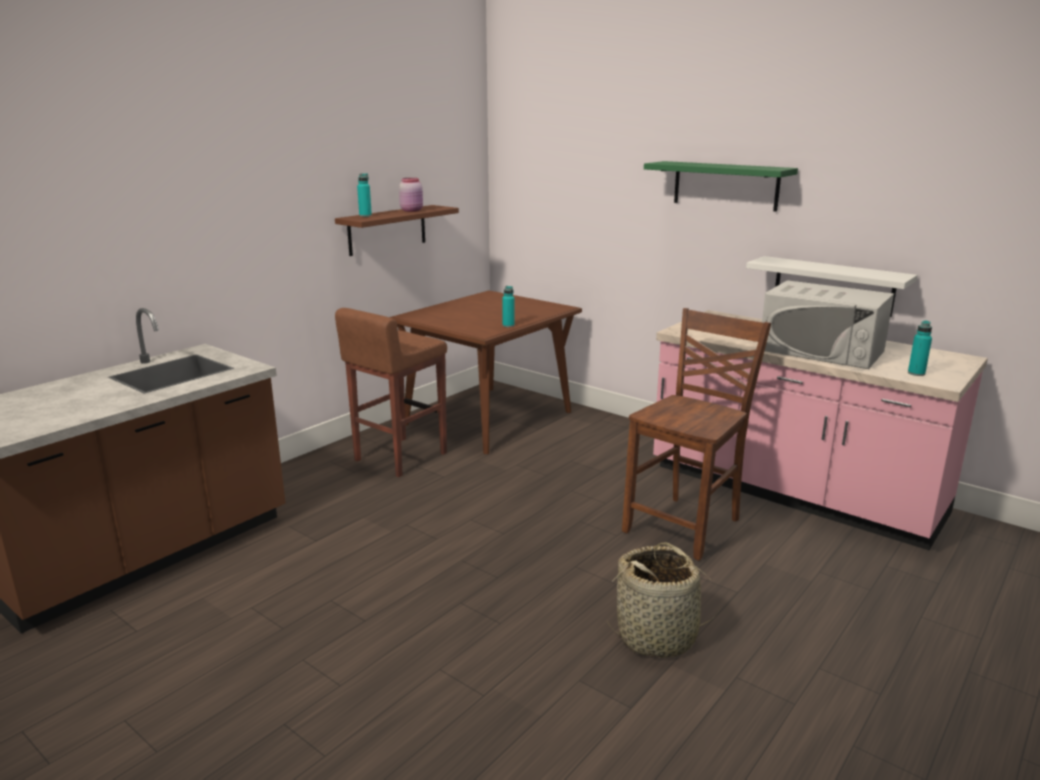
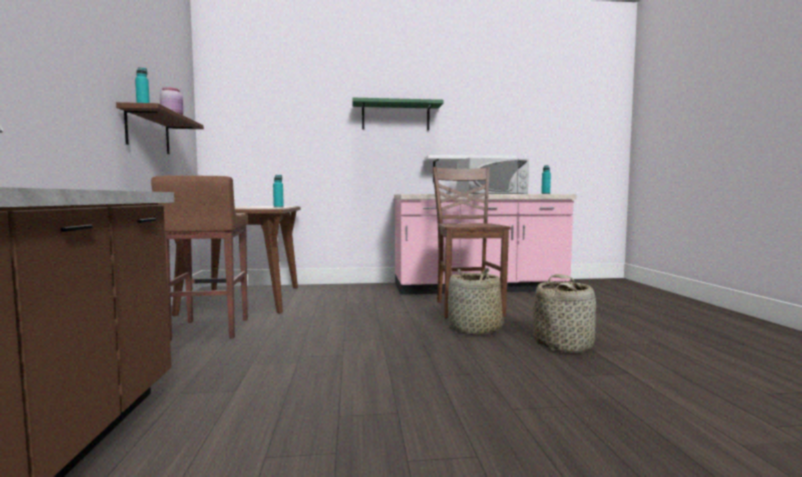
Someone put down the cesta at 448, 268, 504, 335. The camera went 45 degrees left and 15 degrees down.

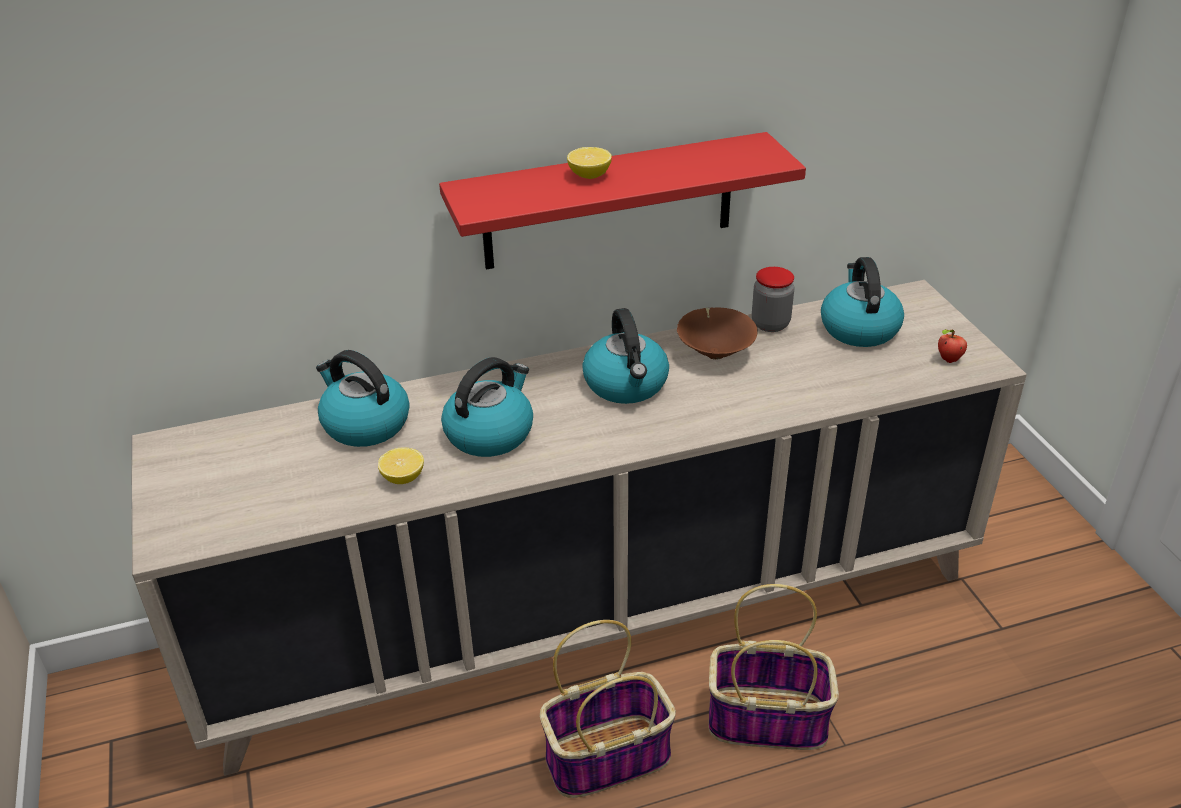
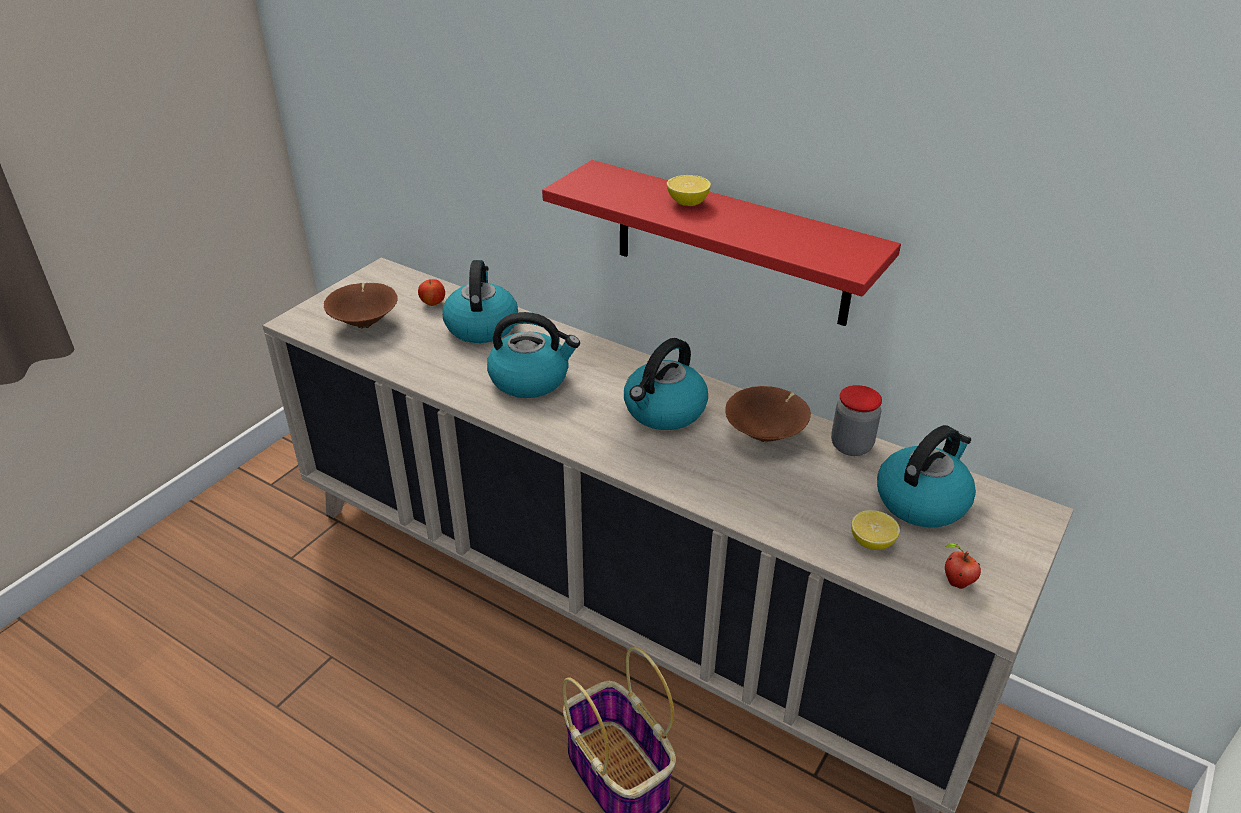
Someone took away the cesta at 540, 620, 676, 798. Someone put down the cuenco/marrón at 324, 283, 398, 328. Someone put down the manzana at 418, 279, 445, 306. Someone carried the limón from 378, 447, 424, 484 to 851, 510, 900, 550. The camera went 50 degrees right and 0 degrees up.

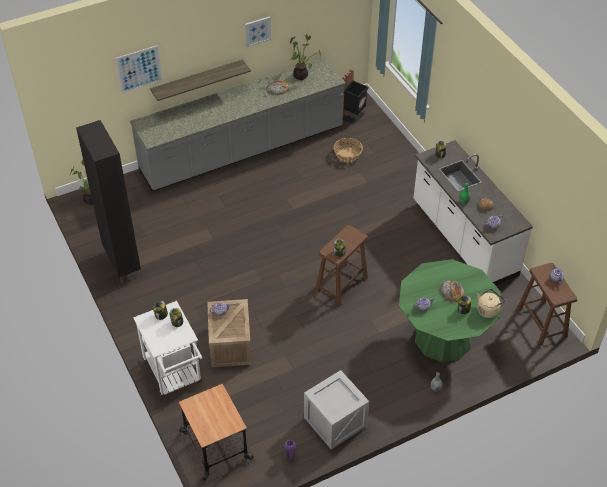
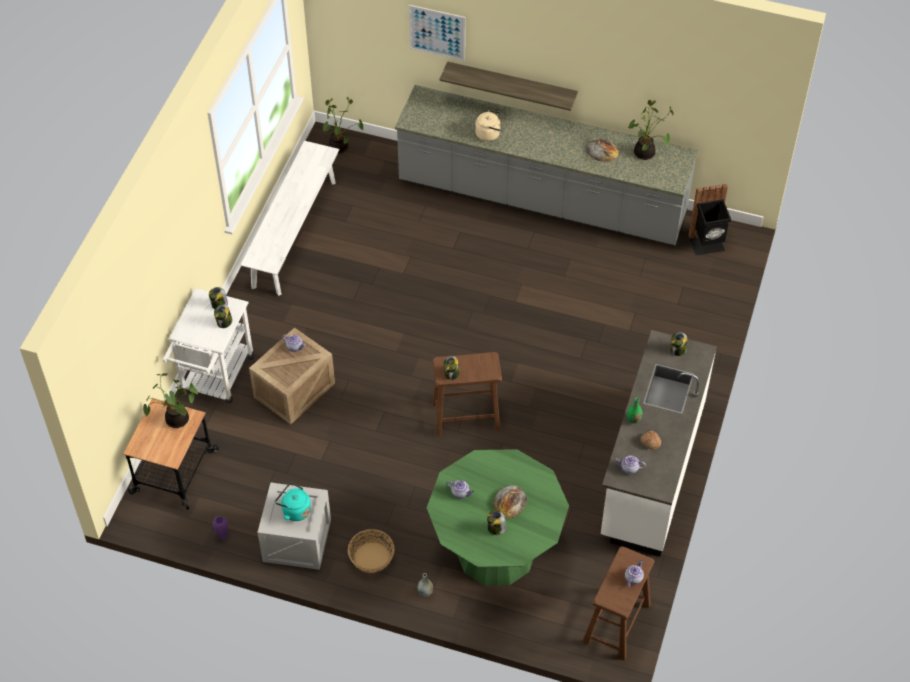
Someone took away the cuadro at 245, 16, 271, 47. Someone put down the planta en maceta at 143, 373, 198, 428. Someone put down the hervidor/turquesa at 275, 483, 311, 521. Someone carried the cesta from 334, 138, 363, 163 to 348, 529, 395, 573. Someone carried the hervidor/beis from 477, 289, 506, 318 to 475, 110, 503, 141. Someone swapped the armario/negro at 76, 120, 141, 283 for the banco/blanco at 240, 141, 339, 296. The camera went 45 degrees right and 5 degrees up.

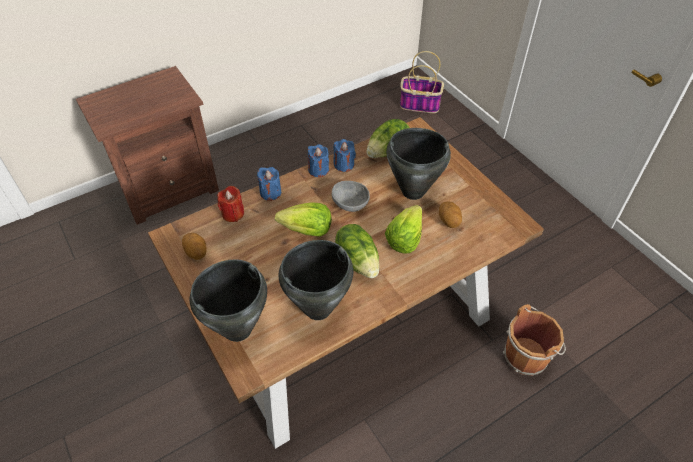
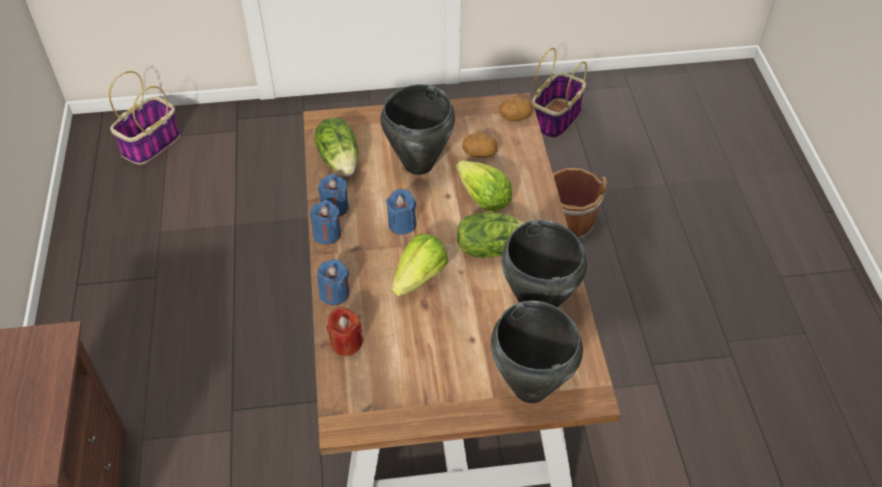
Someone put down the cesta at 532, 48, 587, 139. Someone carried the patata from 182, 233, 207, 260 to 499, 96, 533, 121. Someone swapped the cuenco/gris at 332, 181, 370, 212 for the vela/azul at 386, 189, 416, 235. The camera went 65 degrees left and 0 degrees up.

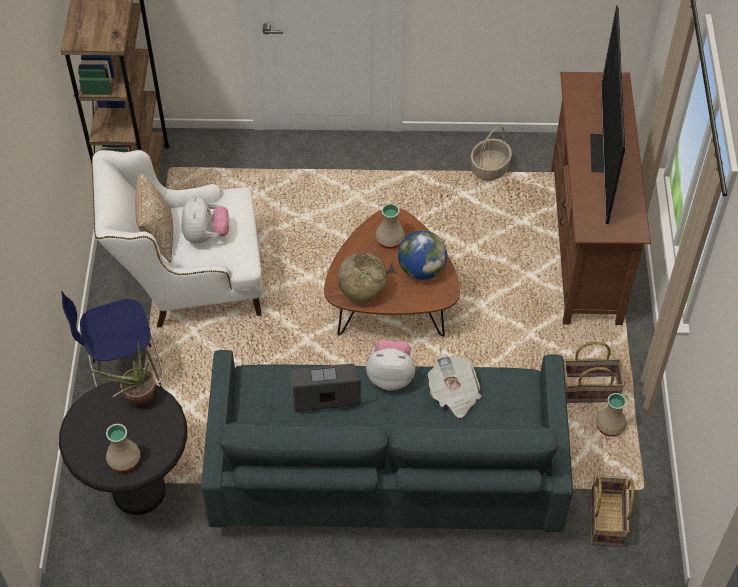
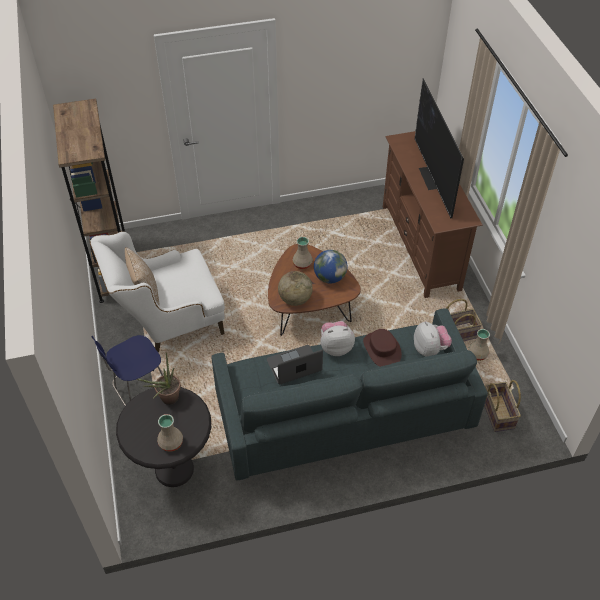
Someone took away the cesta at 471, 126, 512, 181. Someone carried the peluche from 181, 196, 229, 243 to 414, 321, 452, 357. Someone swapped the periódico at 428, 354, 482, 418 for the sombrero/marrón at 363, 329, 402, 367. The camera went 15 degrees left and 5 degrees down.

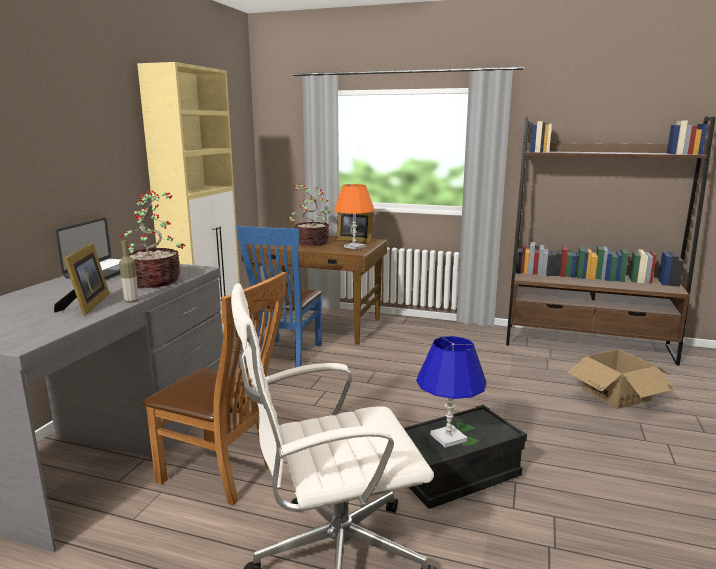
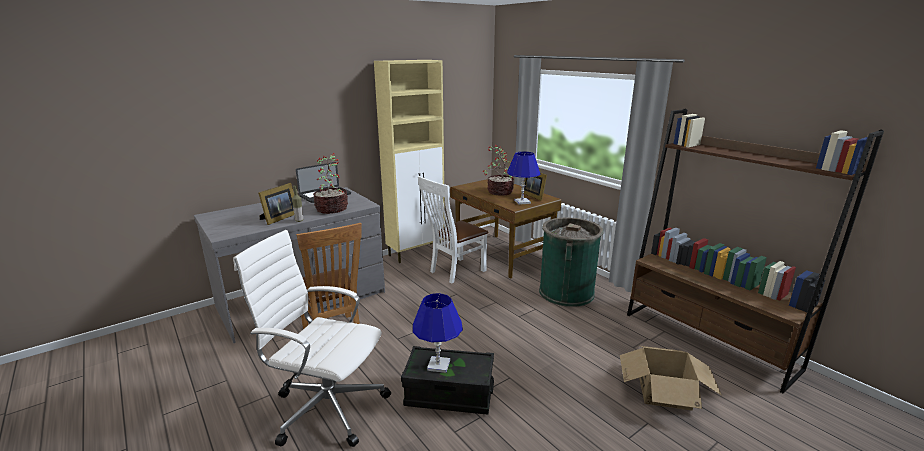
Someone put down the papelera/verde at 539, 217, 604, 307. Someone repainted the silla/azul at 236, 226, 322, 367, which became the silla/blanco at 418, 176, 489, 284. Someone repainted the lámpara de mesa/naranja at 334, 184, 375, 250, which became the lámpara de mesa/azul at 507, 152, 541, 205. The camera went 35 degrees right and 5 degrees up.

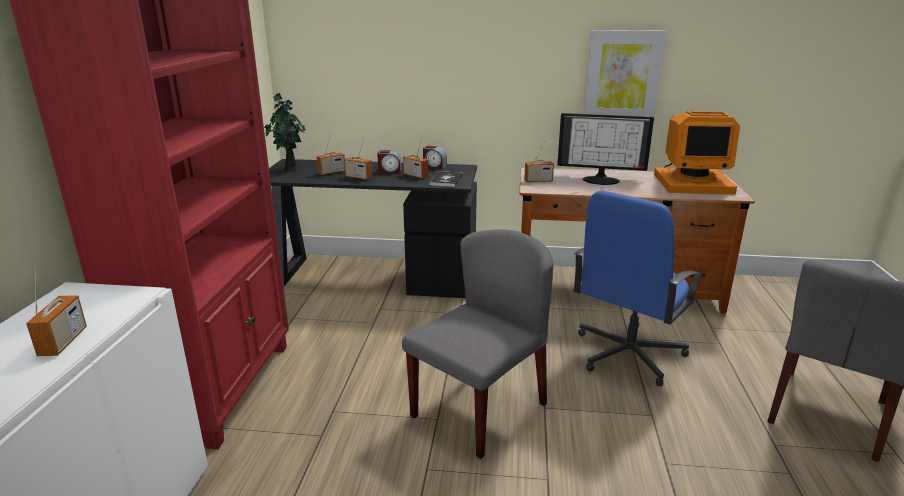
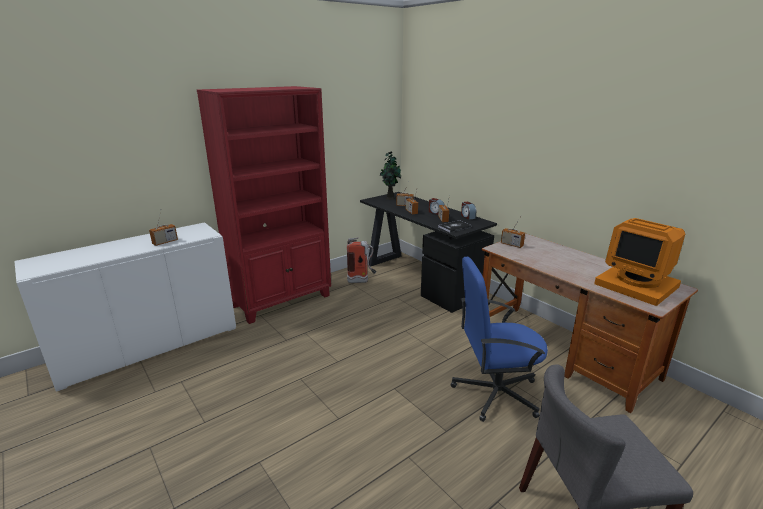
Someone took away the silla/gris at 402, 229, 554, 459. Someone took away the monitor at 557, 113, 654, 185. Someone took away the cuadro at 584, 30, 666, 121. Someone put down the extintor at 347, 237, 377, 283. The camera went 45 degrees right and 0 degrees up.

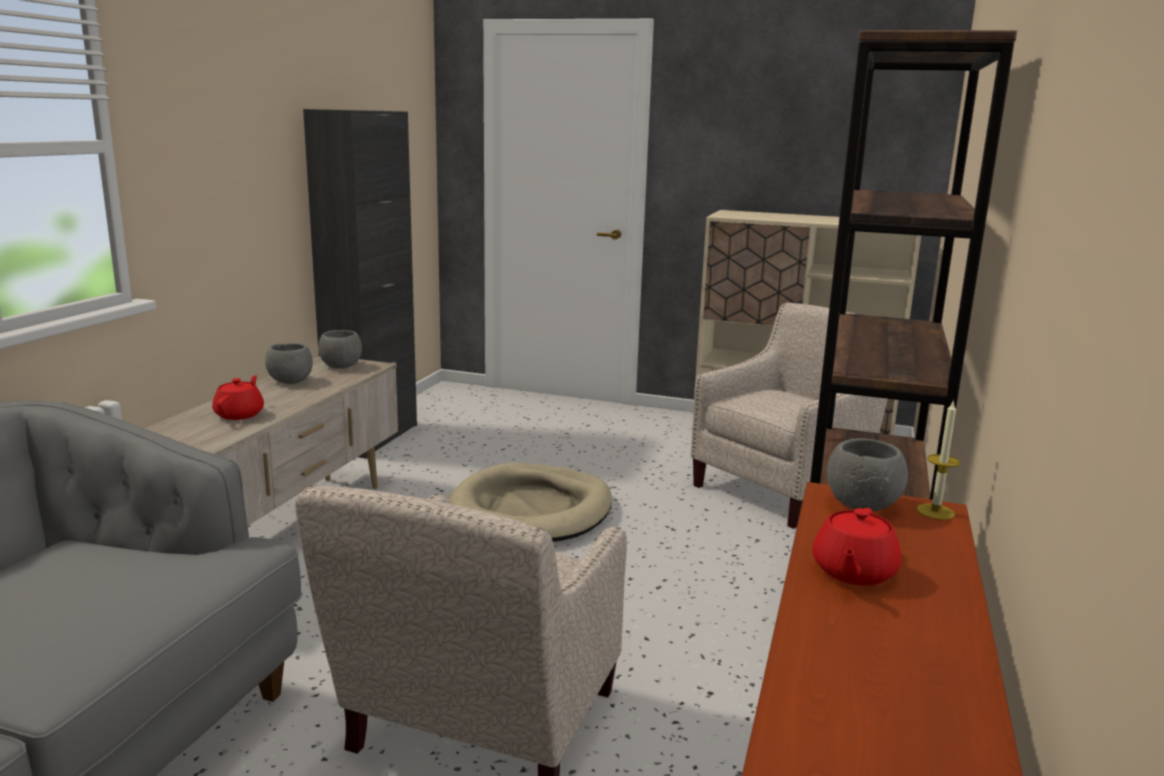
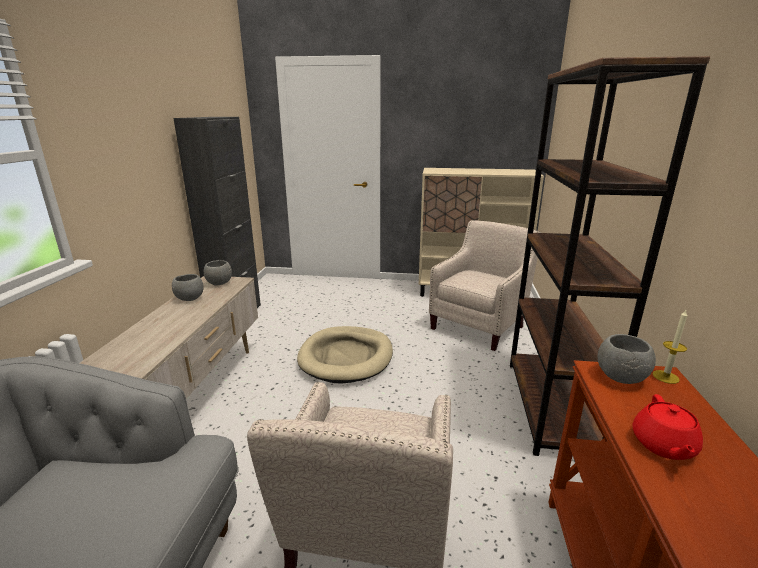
Someone took away the tetera/rojo at 212, 375, 264, 420. The camera went 10 degrees left and 5 degrees up.

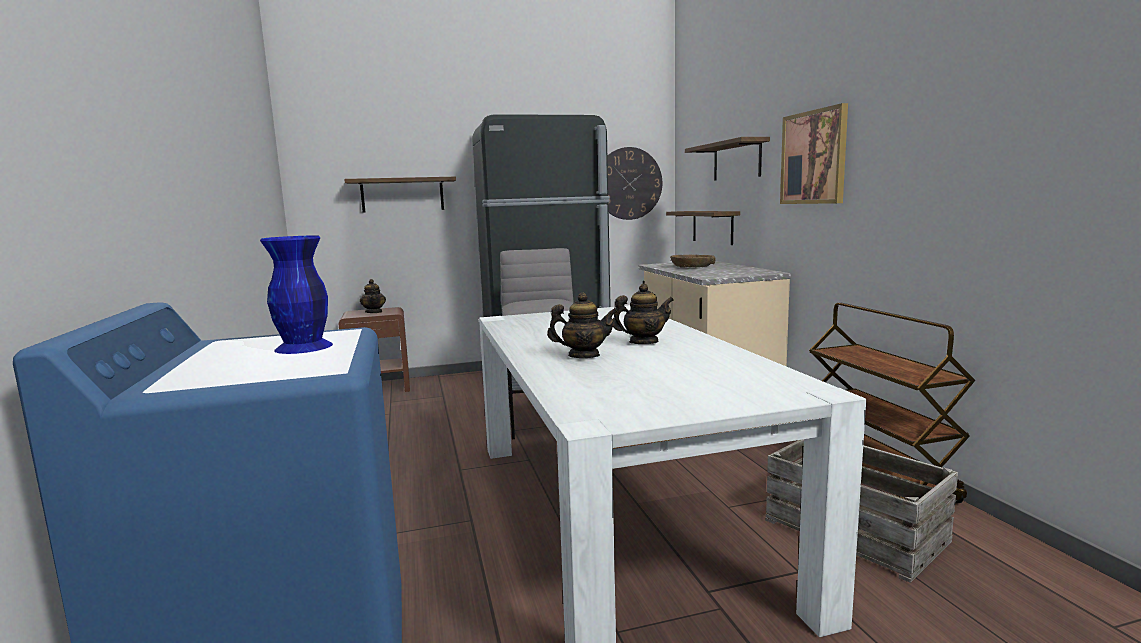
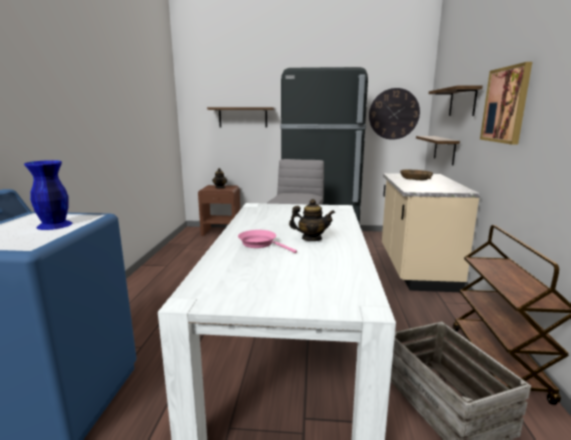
Someone swapped the tetera at 547, 292, 618, 358 for the sartén/rosa at 238, 230, 297, 253. The camera went 20 degrees right and 5 degrees up.

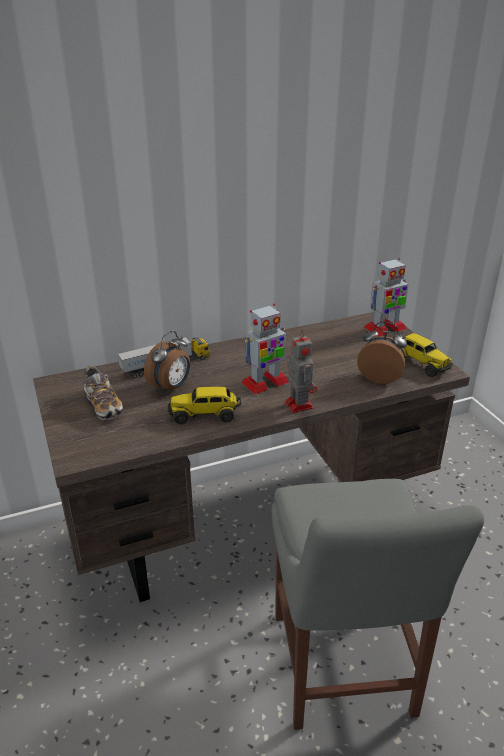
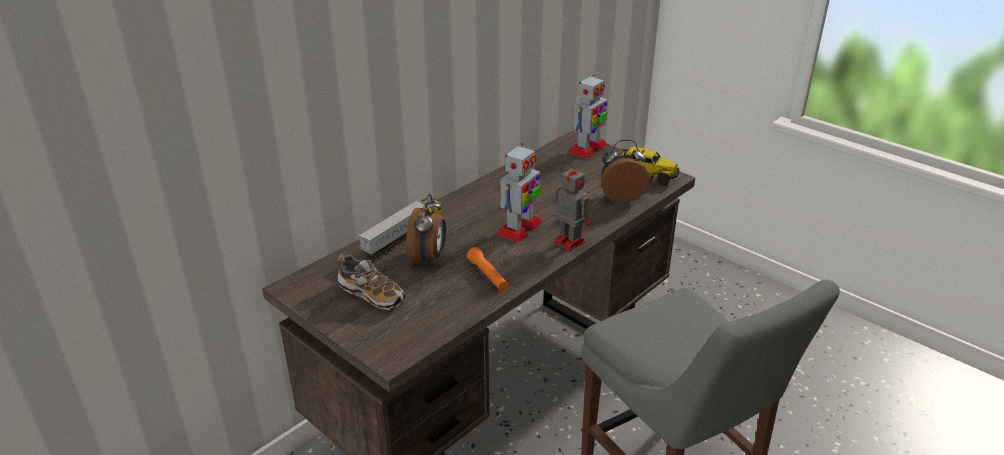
Someone swapped the camión de juguete at 167, 386, 241, 424 for the linterna/naranja at 467, 247, 509, 291. The camera went 25 degrees left and 0 degrees up.

